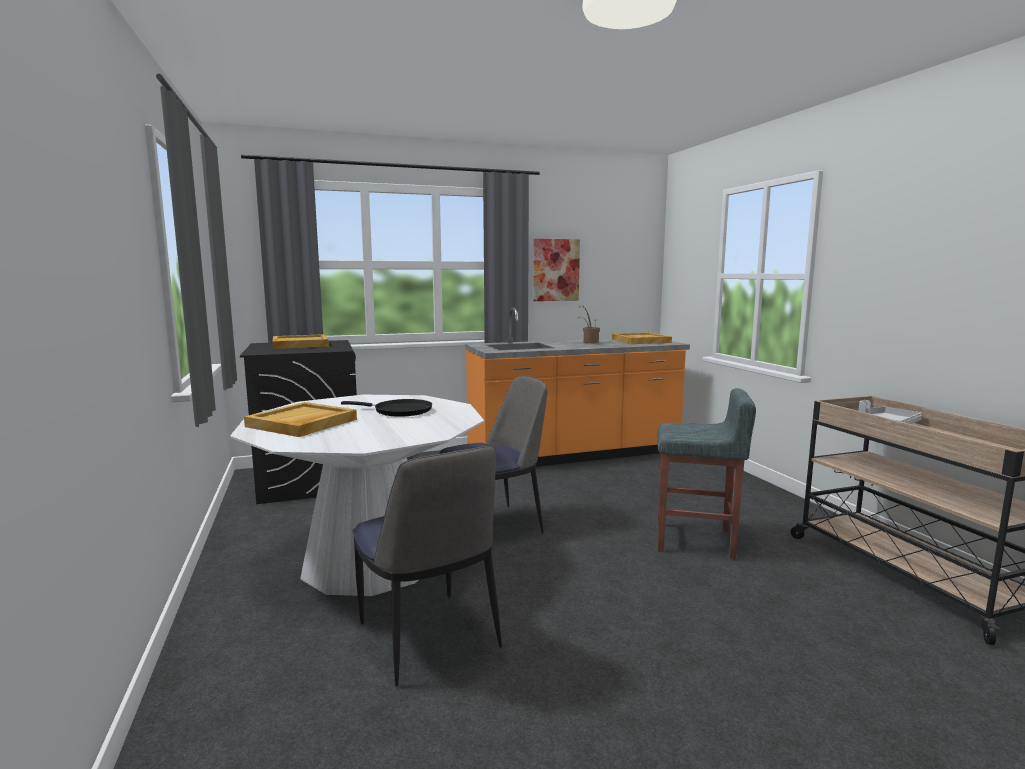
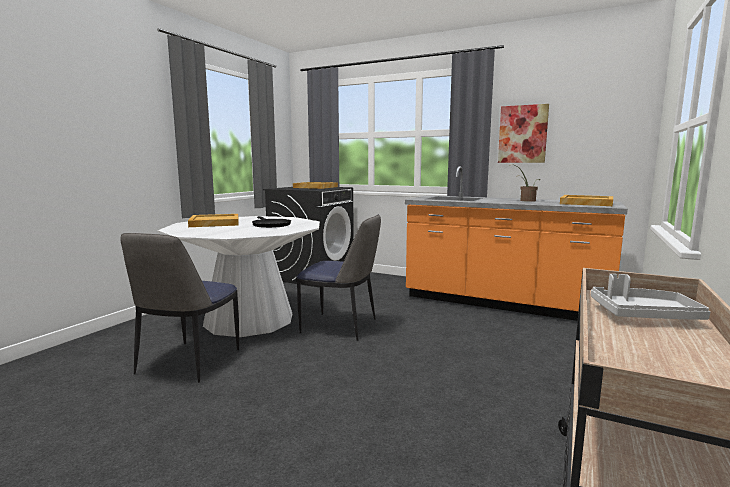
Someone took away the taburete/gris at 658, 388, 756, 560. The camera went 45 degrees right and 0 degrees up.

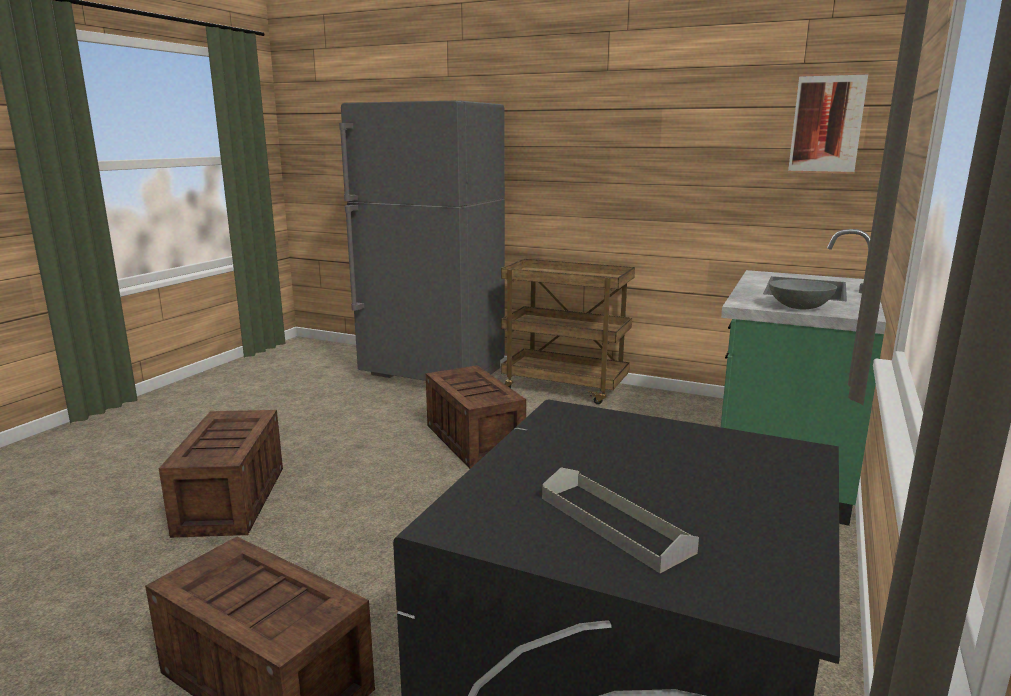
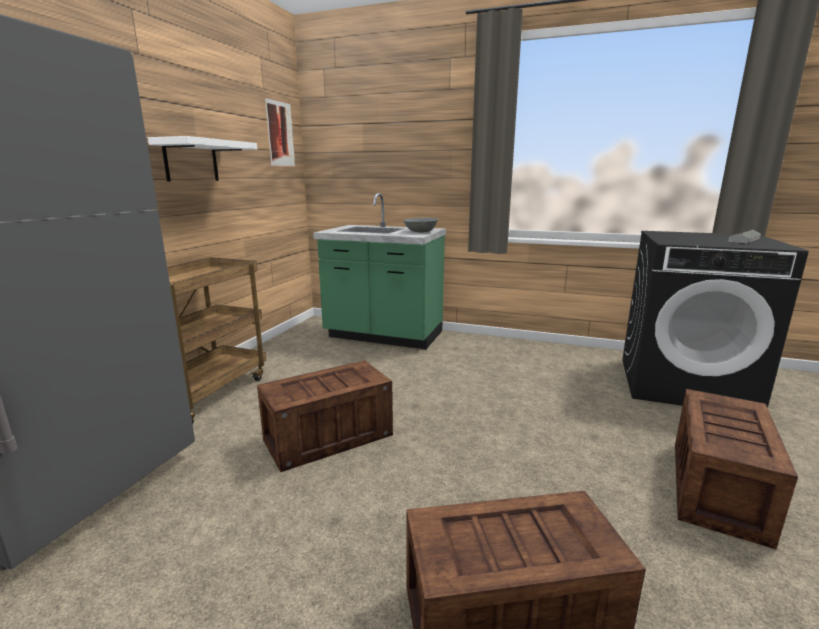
Someone put up the estante/blanco at 148, 136, 257, 181. The camera went 95 degrees left and 0 degrees up.

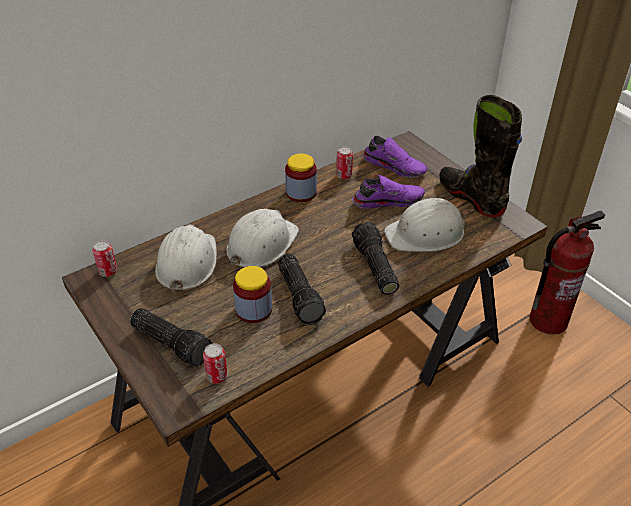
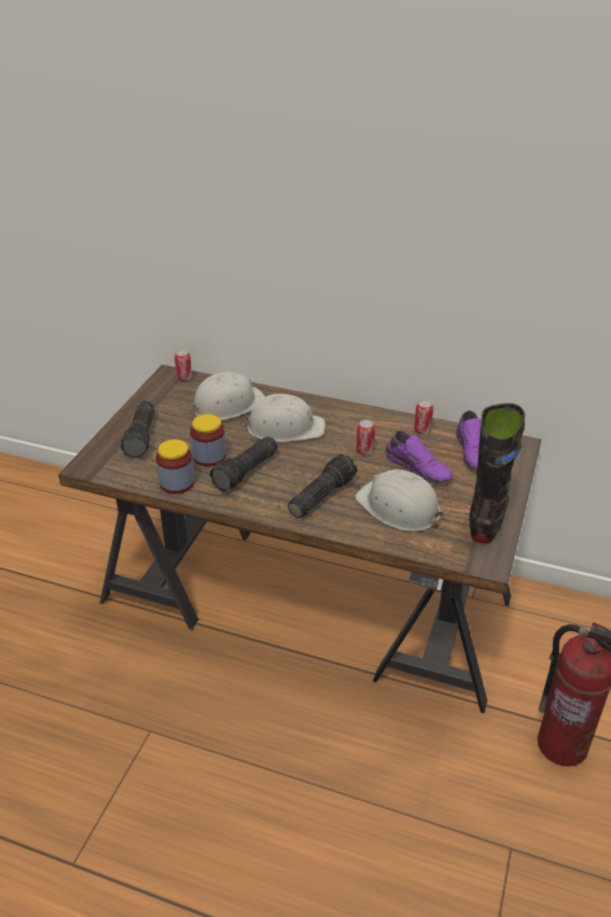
Someone carried the lata from 203, 343, 228, 384 to 356, 419, 375, 455. Someone carried the tarro from 285, 153, 317, 202 to 156, 439, 194, 494. The camera went 55 degrees right and 5 degrees down.

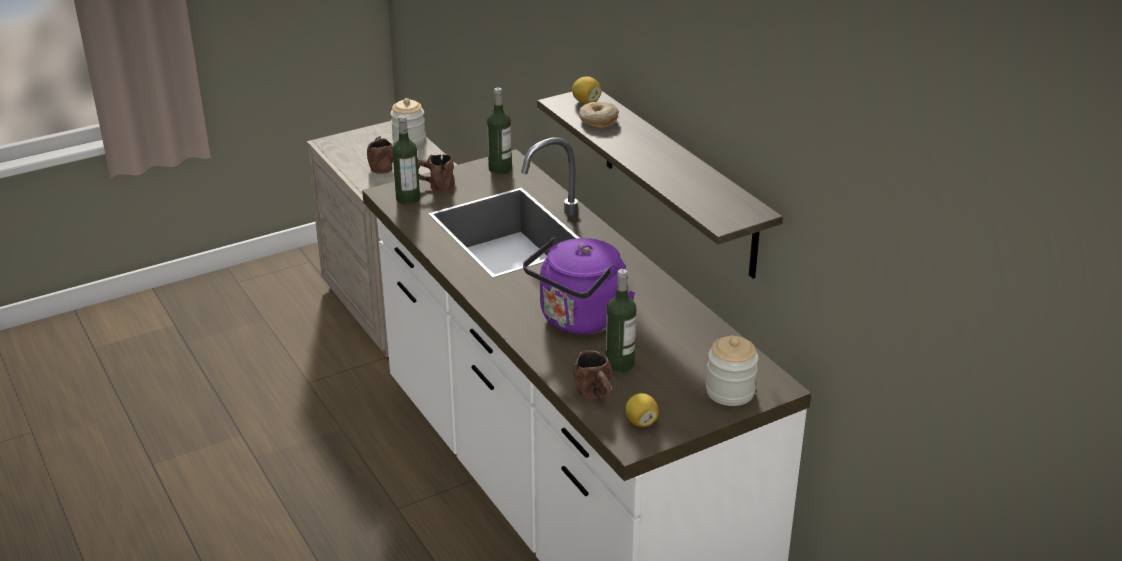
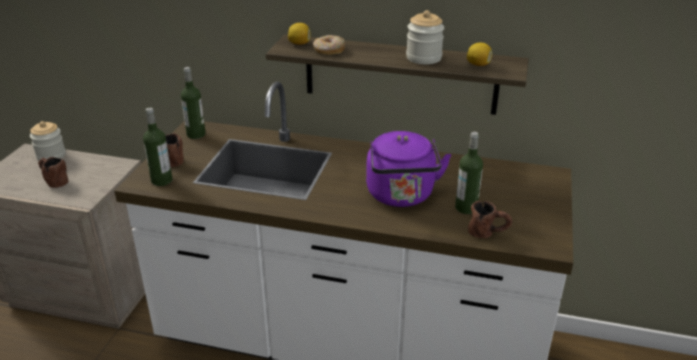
Someone carried the limón from 625, 393, 659, 427 to 467, 43, 492, 66. Someone carried the tarro from 706, 336, 758, 406 to 406, 10, 444, 64. The camera went 45 degrees left and 0 degrees up.

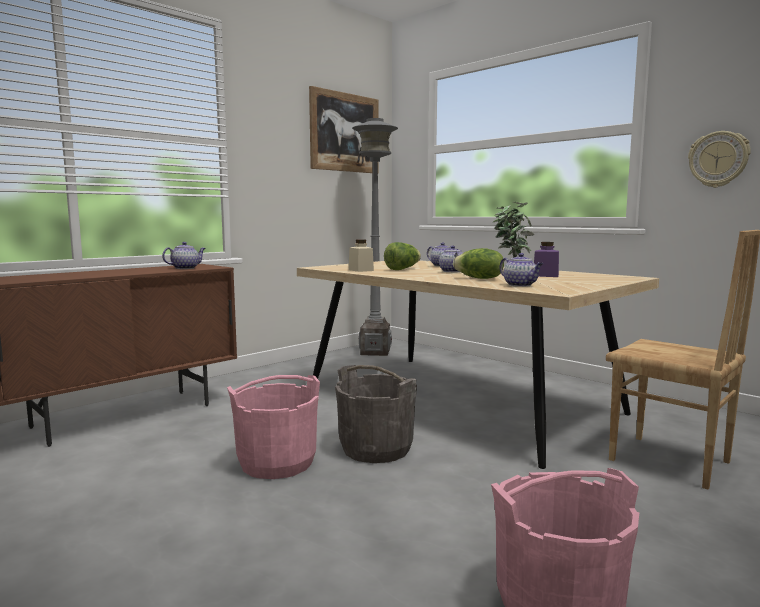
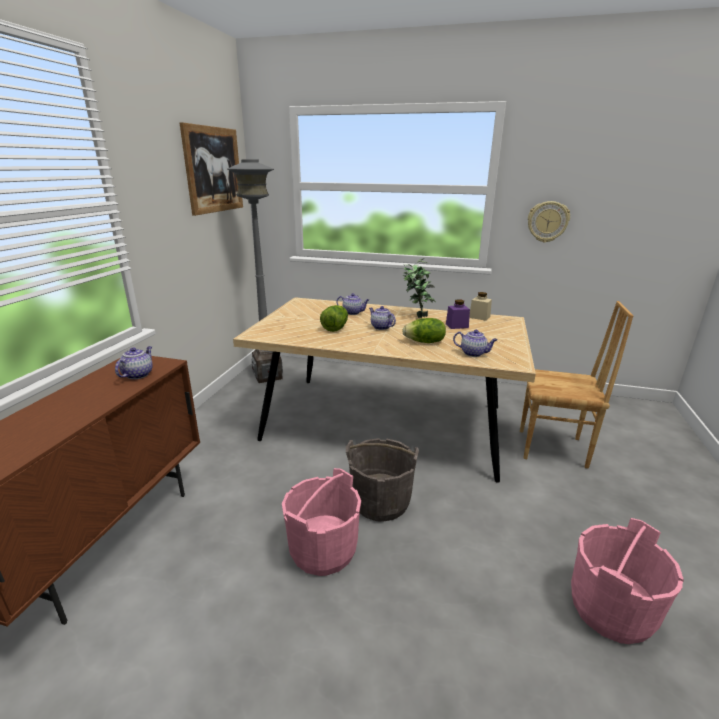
Someone carried the tarro/beis from 349, 239, 374, 272 to 469, 292, 492, 321. The camera went 30 degrees left and 15 degrees up.

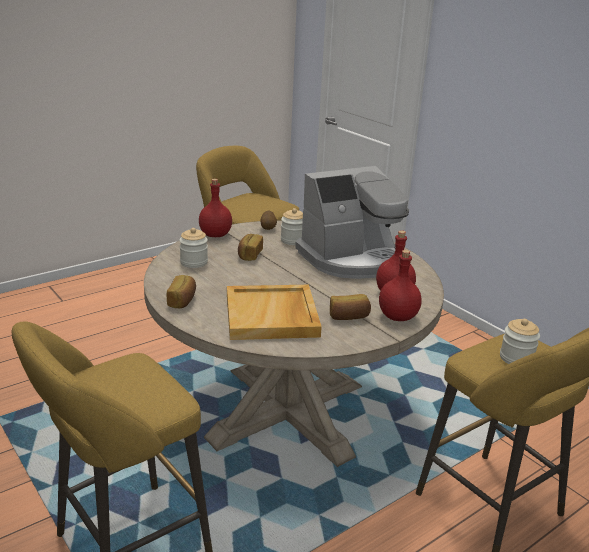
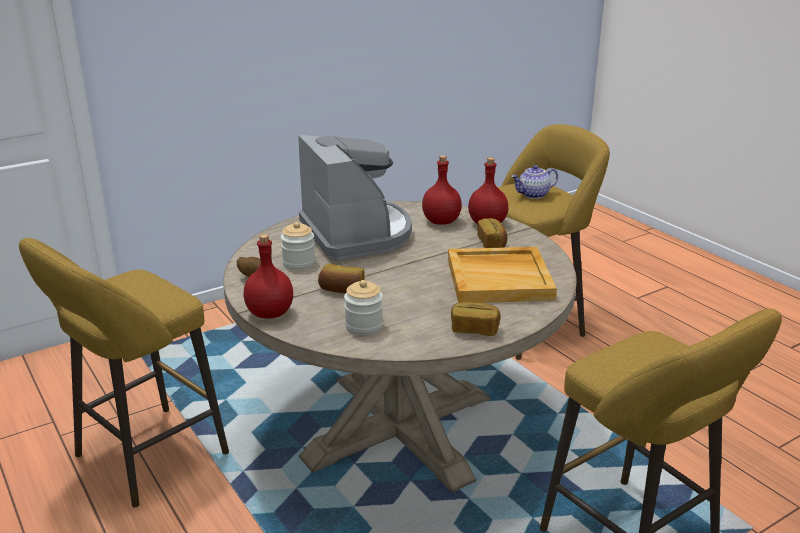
Someone swapped the tarro at 500, 319, 540, 364 for the tetera at 511, 165, 558, 199. The camera went 85 degrees left and 0 degrees up.

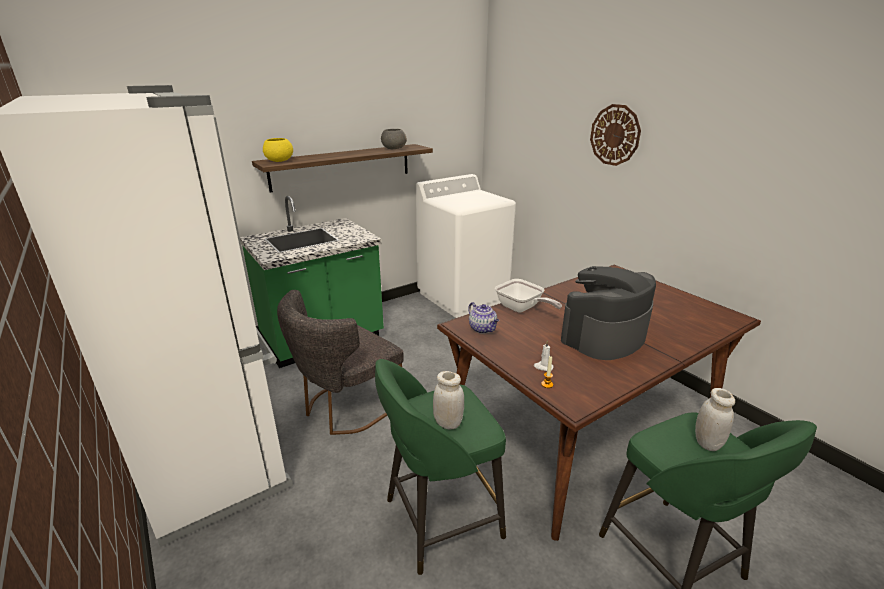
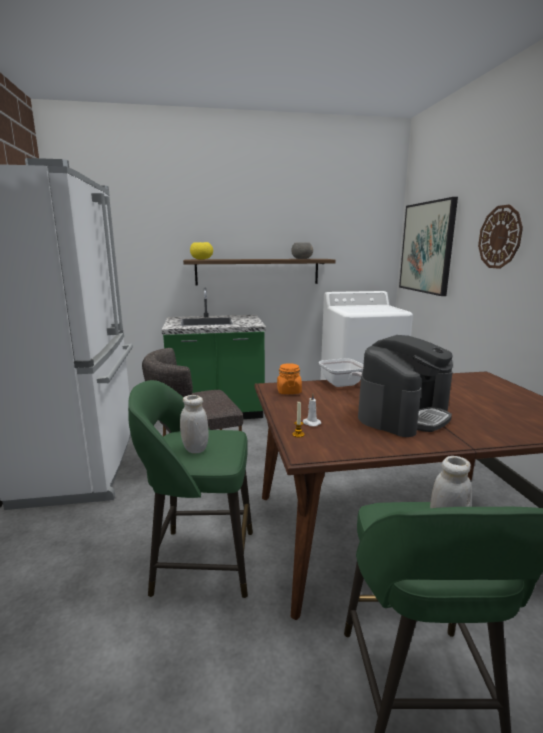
Someone put up the cuadro at 399, 197, 458, 296. Someone swapped the tetera at 468, 302, 499, 334 for the tarro/naranja at 277, 363, 302, 394. Someone rotated the cafetera at 561, 266, 656, 360 by 150 degrees clockwise. The camera went 25 degrees right and 10 degrees down.

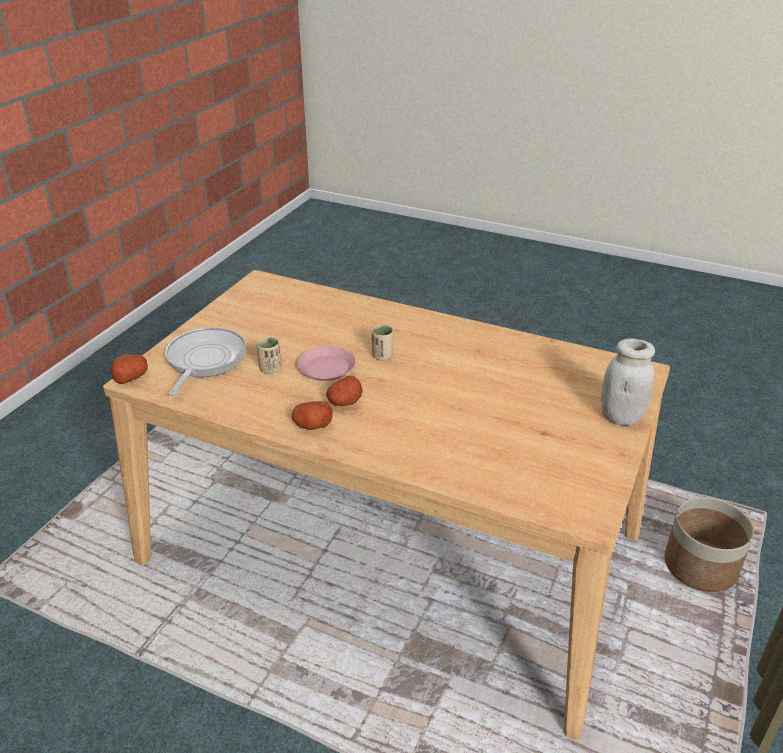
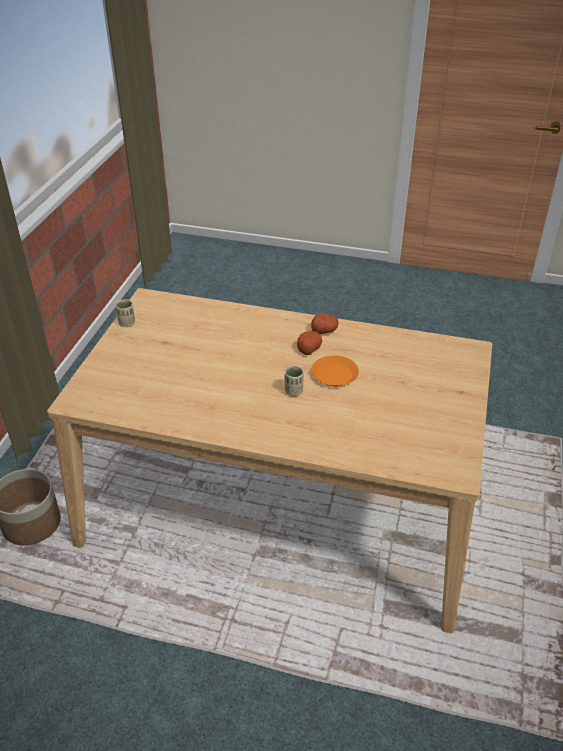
Someone took away the patata at 111, 354, 148, 384. Someone took away the sartén at 165, 327, 246, 396. Someone took away the tarro/blanco at 601, 339, 655, 426. Someone carried the taza/beis from 256, 337, 282, 374 to 116, 299, 135, 327. Someone repainted the plato/rosa at 298, 346, 356, 381, which became the plato/naranja at 311, 355, 359, 387. The camera went 170 degrees right and 5 degrees up.

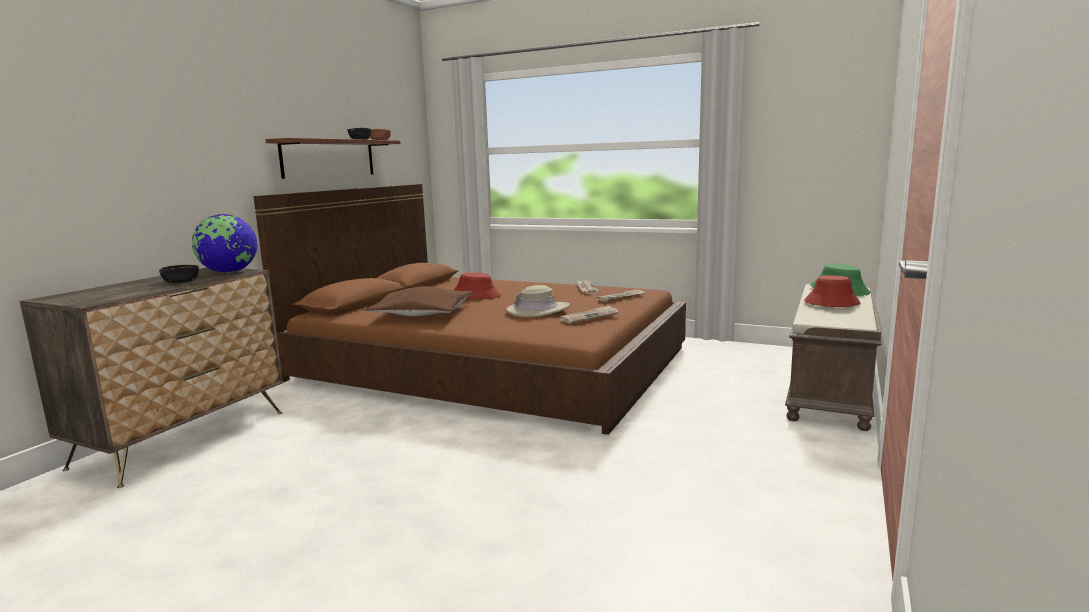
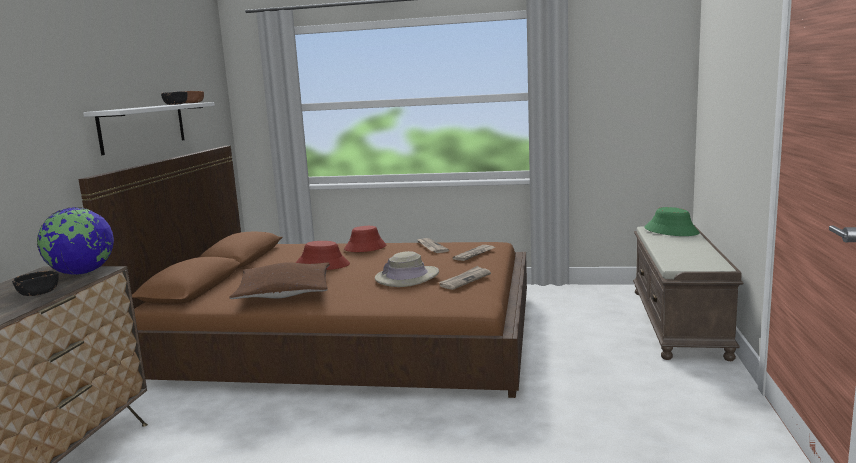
Someone carried the sombrero/rojo from 804, 275, 860, 307 to 344, 226, 386, 252. Someone repainted the estante/marrón at 265, 138, 400, 179, which became the estante/blanco at 83, 102, 215, 155. The camera went 15 degrees left and 0 degrees up.

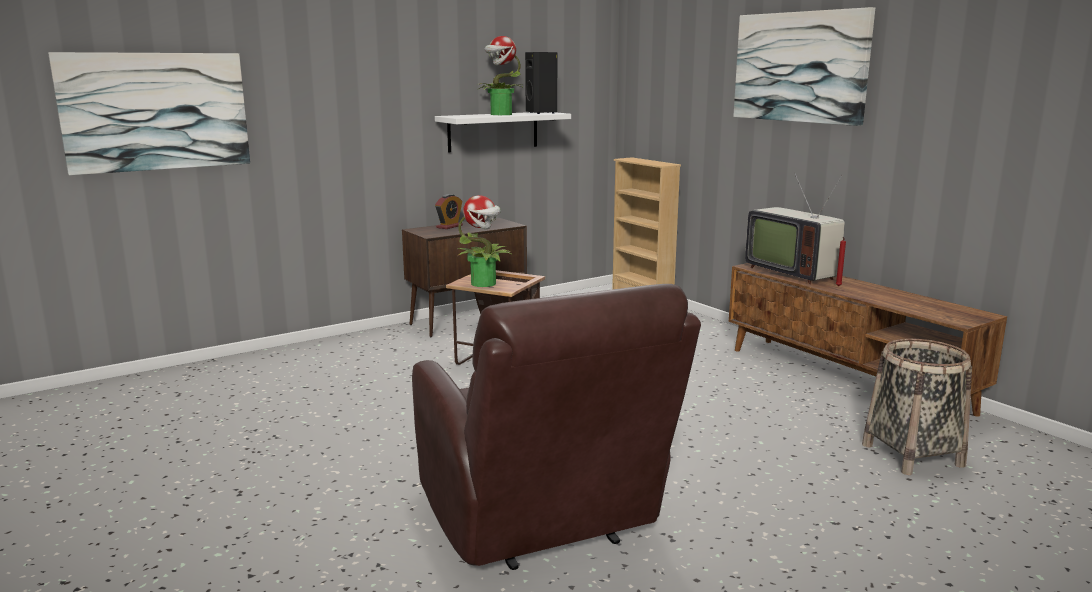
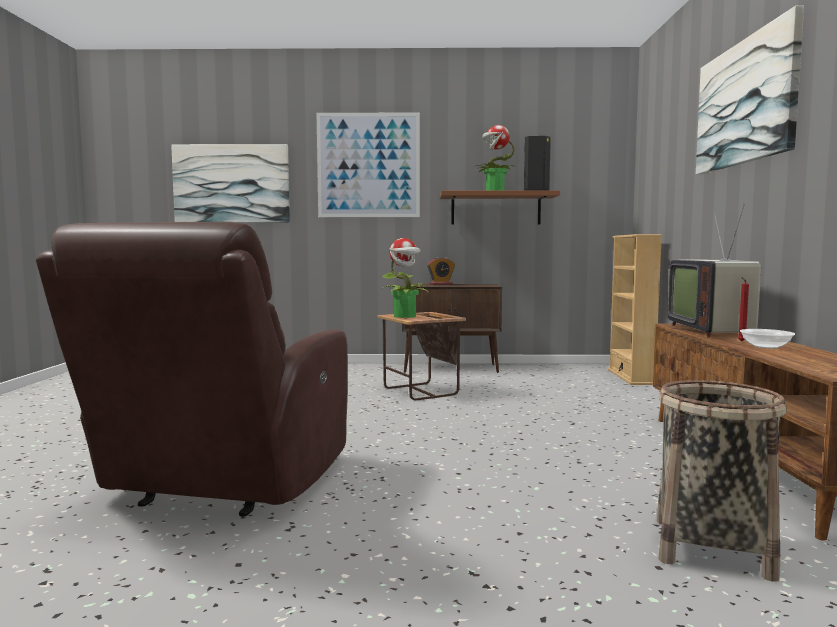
Someone put up the cuadro at 317, 112, 420, 217. Someone put down the cuenco at 740, 329, 795, 349. Someone repainted the estante/blanco at 435, 112, 571, 152, which became the estante/marrón at 440, 190, 560, 225. The camera went 35 degrees right and 10 degrees down.

